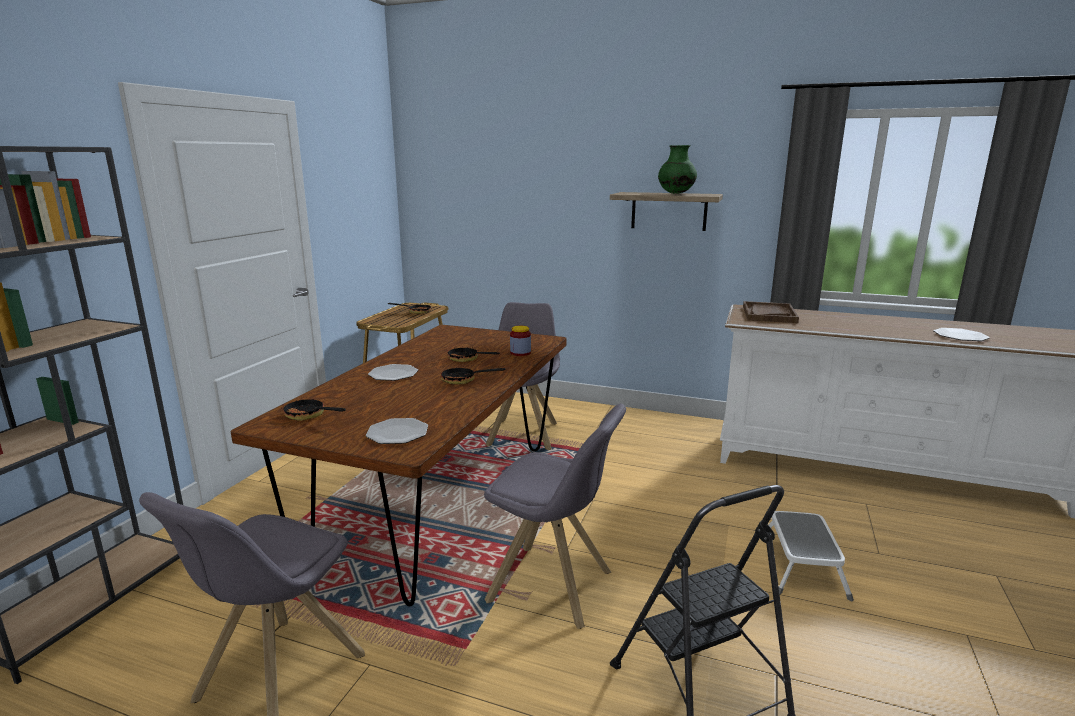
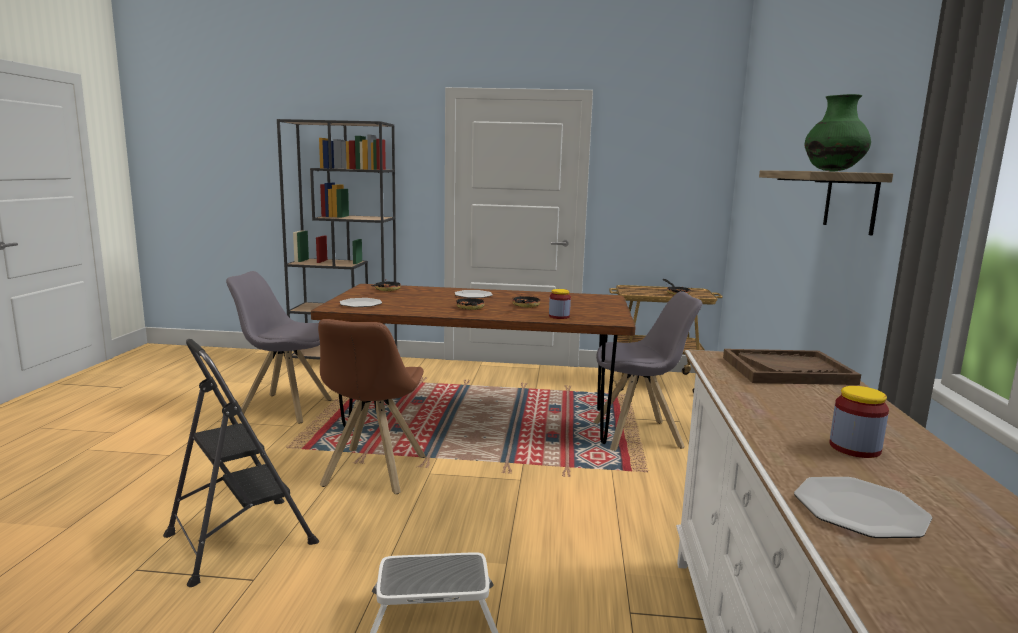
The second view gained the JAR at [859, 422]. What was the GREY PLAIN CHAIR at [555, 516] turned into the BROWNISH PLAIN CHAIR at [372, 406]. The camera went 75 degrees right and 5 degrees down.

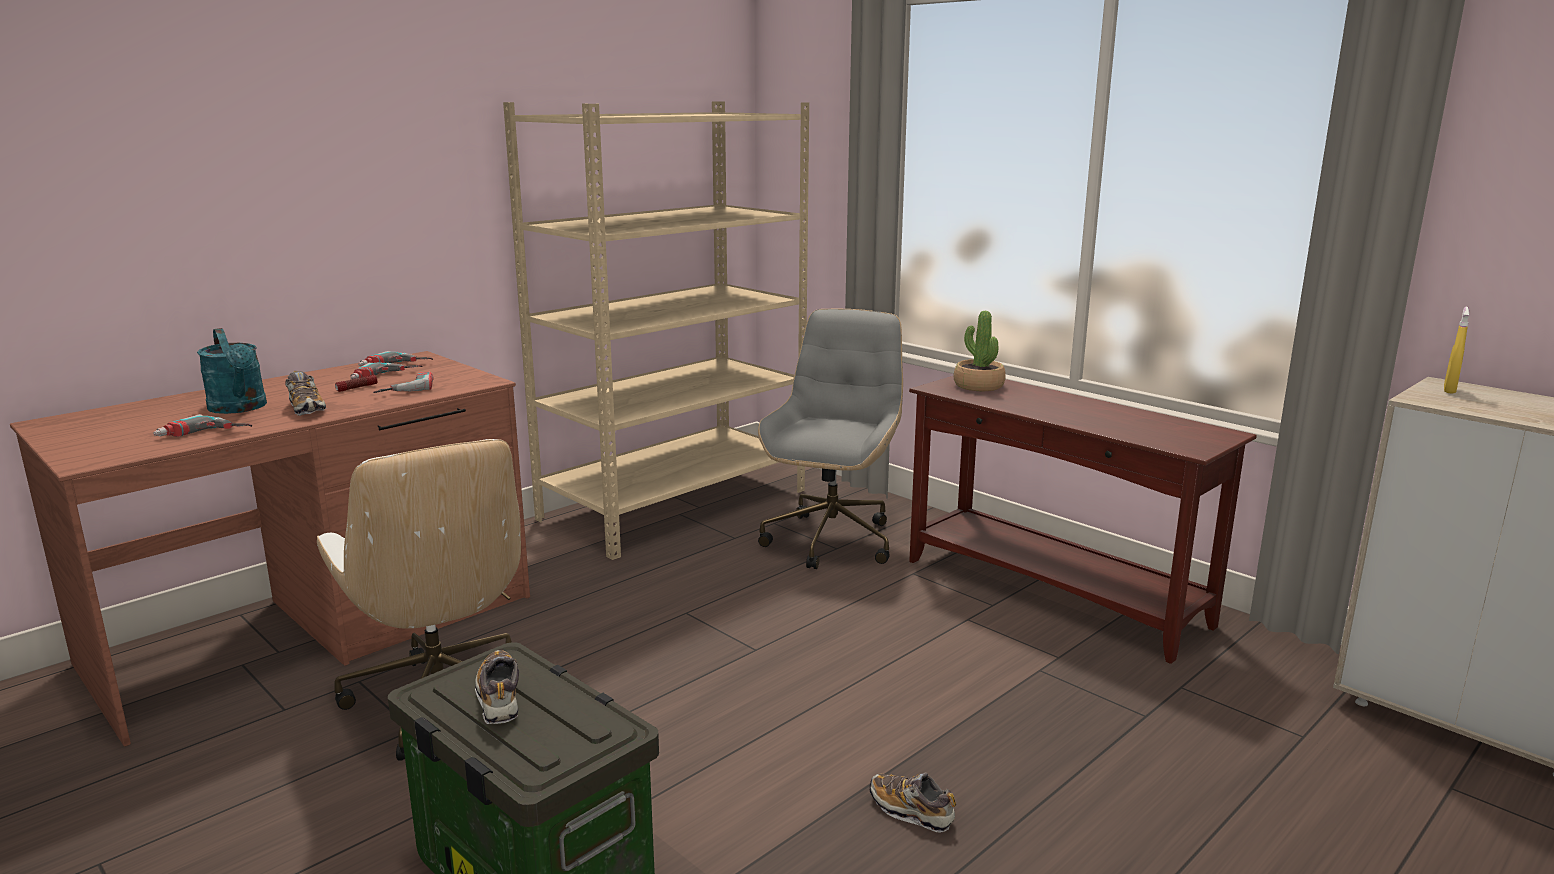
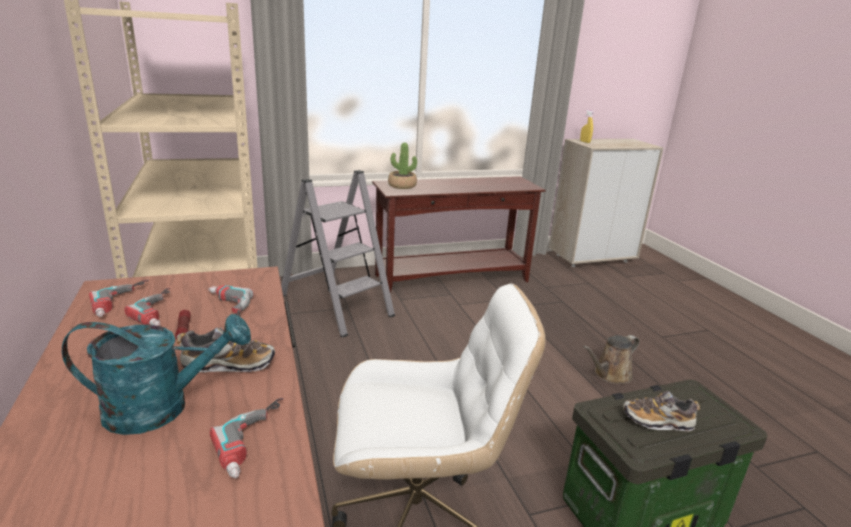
Where the GREY OFFICE CHAIR stood at [830, 439], the GREY STEPLADDER came to stand at [338, 254]. Where the ITEM OF FOOTWEAR stood at [913, 802], the BROWNISH WATERING POT came to stand at [611, 359]. The camera went 65 degrees left and 5 degrees up.

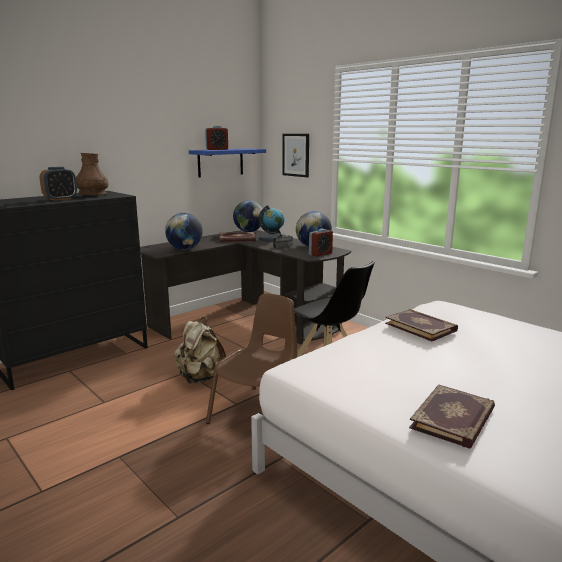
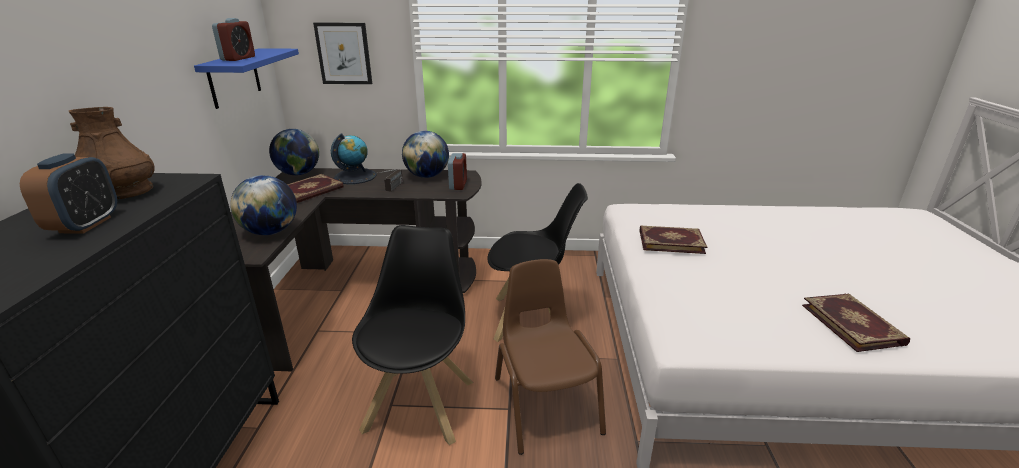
Where the BEIGE-COLOURED KNAPSACK stood at [200, 350], the BLACK PLAIN CHAIR came to stand at [412, 335]. The camera went 45 degrees left and 10 degrees up.

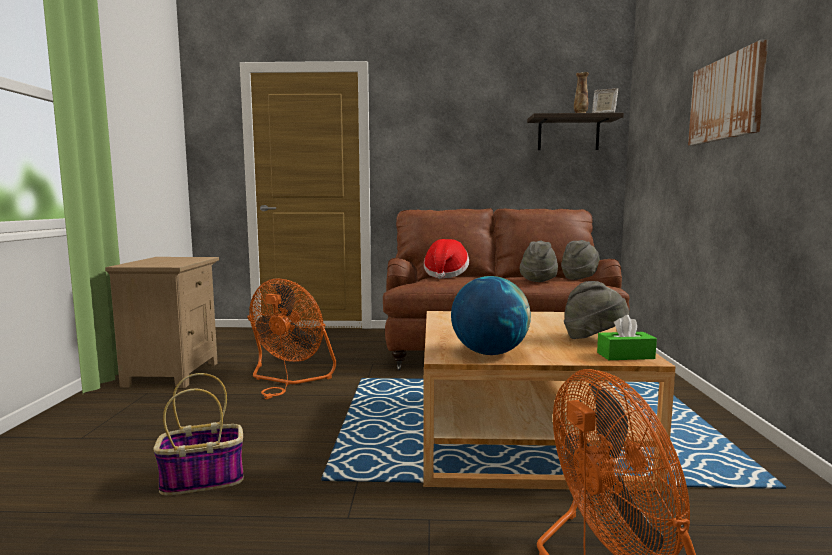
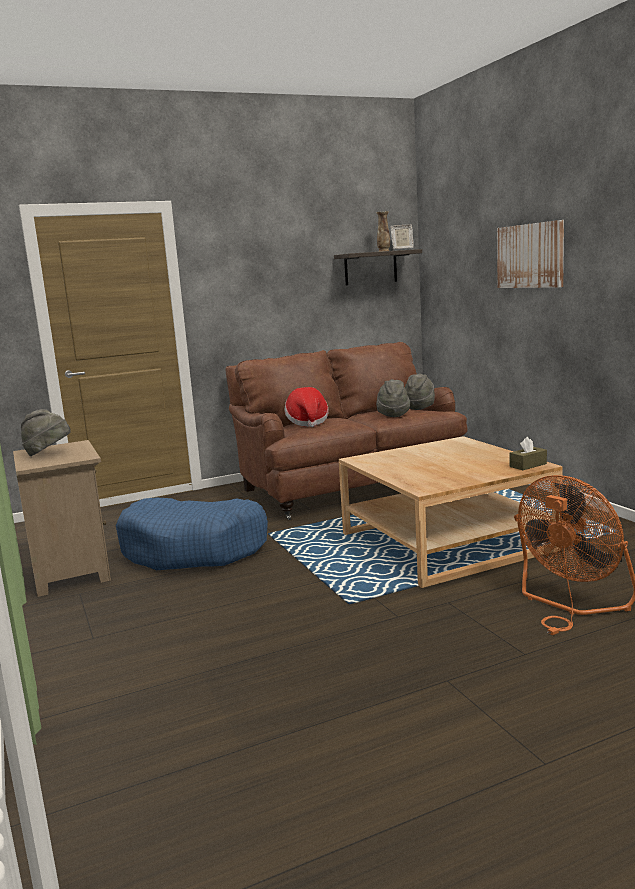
The second view lost the STORAGE BASKET at [198, 434]. The second view lost the GLOBE at [491, 315]. The GREY CLOTHING HAT ended up elsewhere, having gone from [596, 310] to [46, 432]. Where the ORANGE COOLING FAN stood at [291, 339], the BLUISH DOG BED came to stand at [192, 533]. What was the GREEN BOX OF TISSUES at [627, 337] turned into the BROWNISH BOX OF TISSUES at [528, 453]. The camera went 25 degrees left and 5 degrees up.

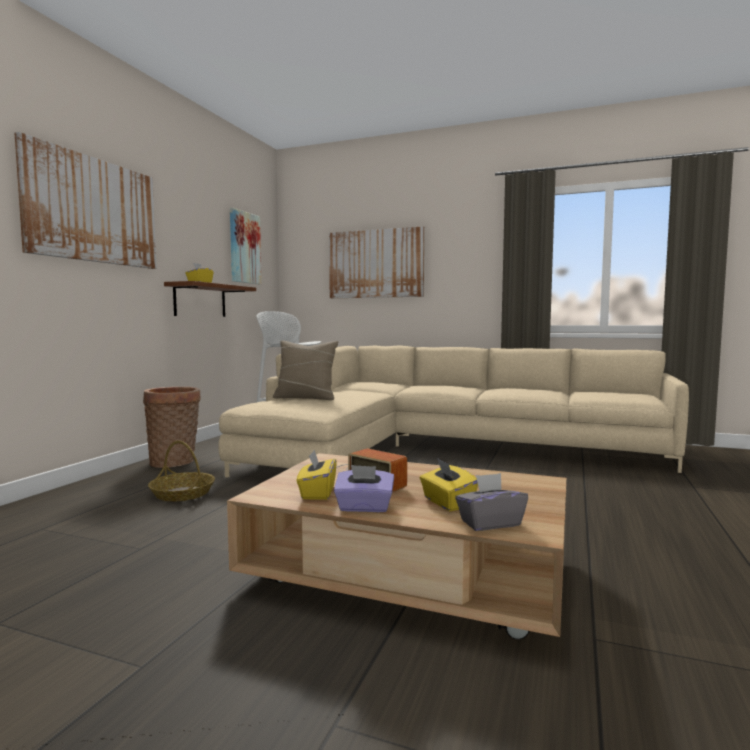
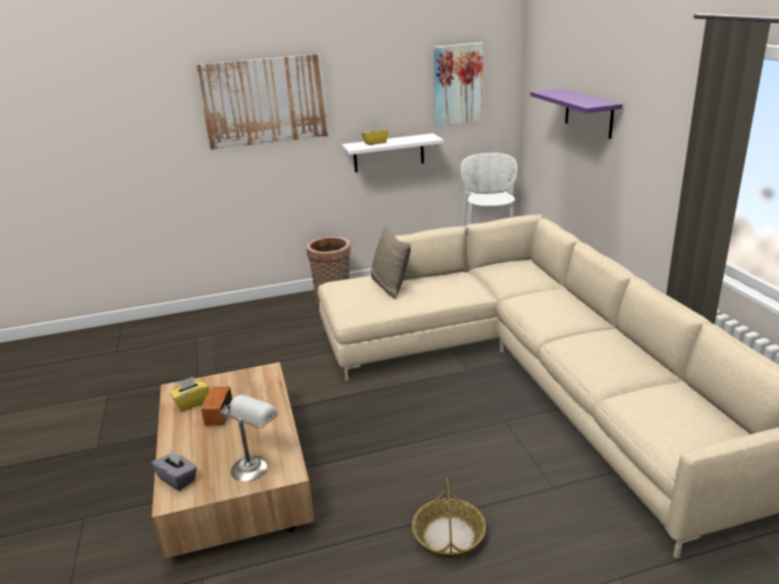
The second view lost the PURPLISH BOX OF TISSUES at [364, 488]. The second view lost the YELLOWISH BOX OF TISSUES at [449, 484]. The second view gained the WHITISH LAMP FOR A TABLE at [249, 438]. The STORAGE BASKET ended up elsewhere, having gone from [181, 471] to [449, 518]. Where the PICTURE hung at [376, 262], the PURPLISH WALL SHELF came to hang at [576, 113]. What was the BROWNISH WALL SHELF at [210, 299] turned into the WHITISH WALL SHELF at [393, 152]. The camera went 55 degrees right and 20 degrees up.

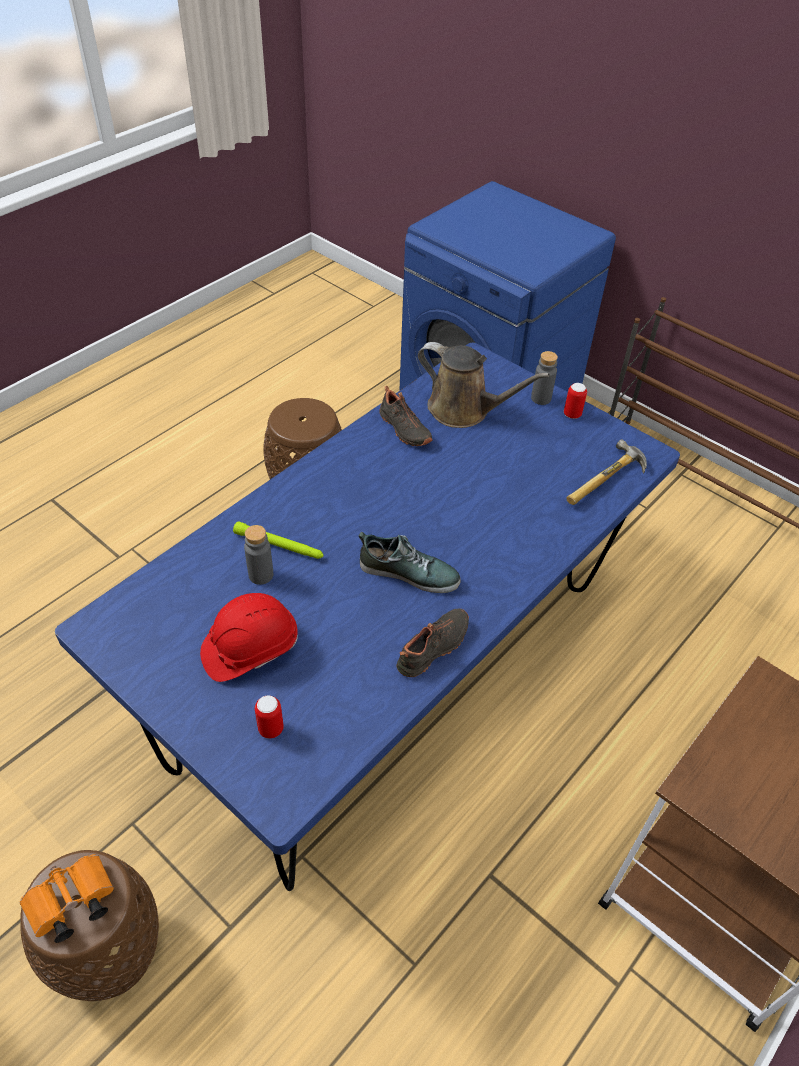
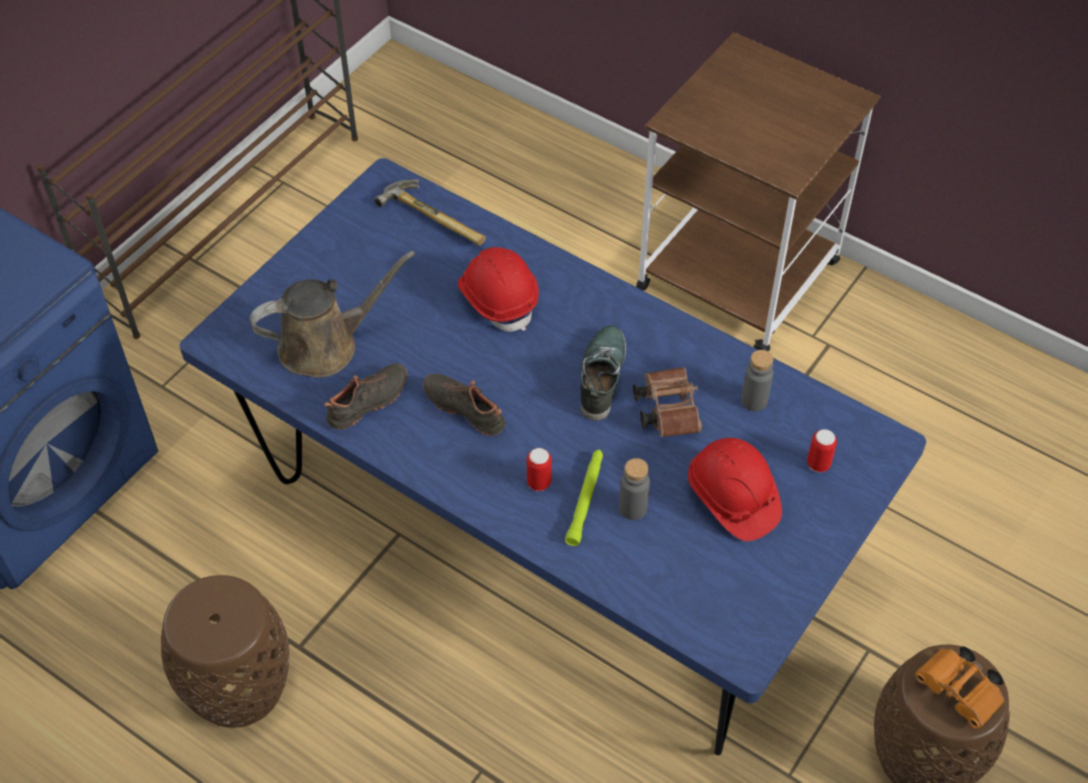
The second view gained the RED WORK HELMET at [498, 289]. The second view gained the BROWNISH PAIR OF BINOCULARS at [667, 402]. The BLACK ITEM OF FOOTWEAR ended up elsewhere, having gone from [432, 643] to [464, 405]. The GREY BOTTLE ended up elsewhere, having gone from [544, 378] to [757, 380]. The SEALED CAN ended up elsewhere, having gone from [575, 401] to [539, 469]. The BROWNISH WATERING POT at [484, 385] ended up facing another way, 45 degrees clockwise from before. The camera went 95 degrees left and 5 degrees up.

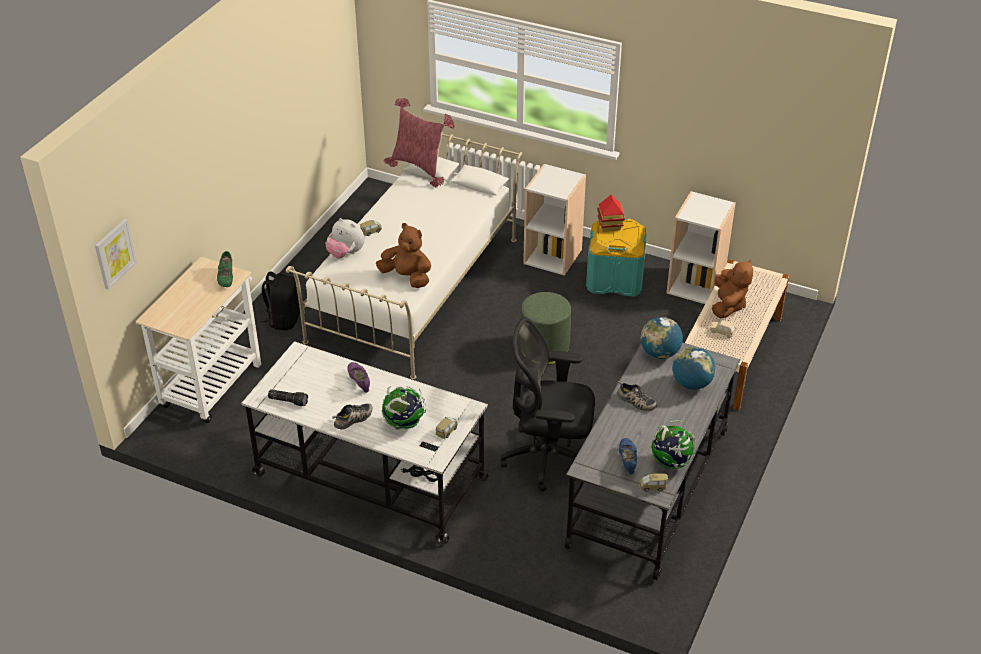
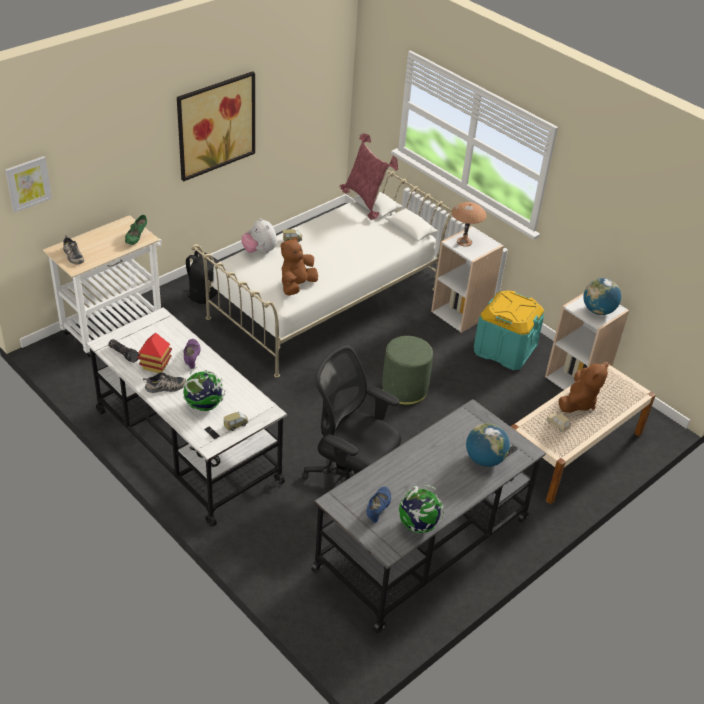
The second view lost the TOY CAR at [653, 482]. The second view gained the PICTURE at [216, 126]. The second view gained the BROWNISH LAMP FOR A TABLE at [469, 224]. The MODEL HOUSE ended up elsewhere, having gone from [611, 213] to [154, 352]. The ITEM OF FOOTWEAR ended up elsewhere, having gone from [637, 396] to [73, 250]. The GLOBE ended up elsewhere, having gone from [662, 338] to [602, 296]. The BROWNISH CUDDLY TOY at [403, 255] ended up facing another way, 105 degrees counterclockwise from before. The camera went 20 degrees right and 0 degrees up.

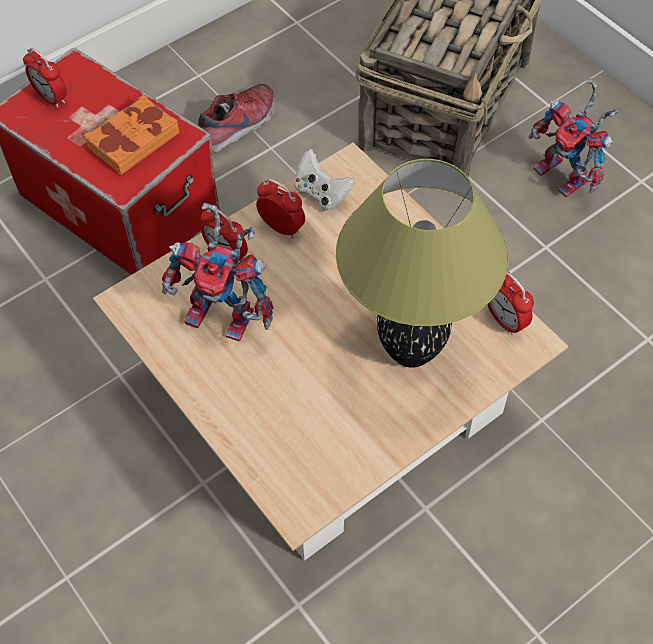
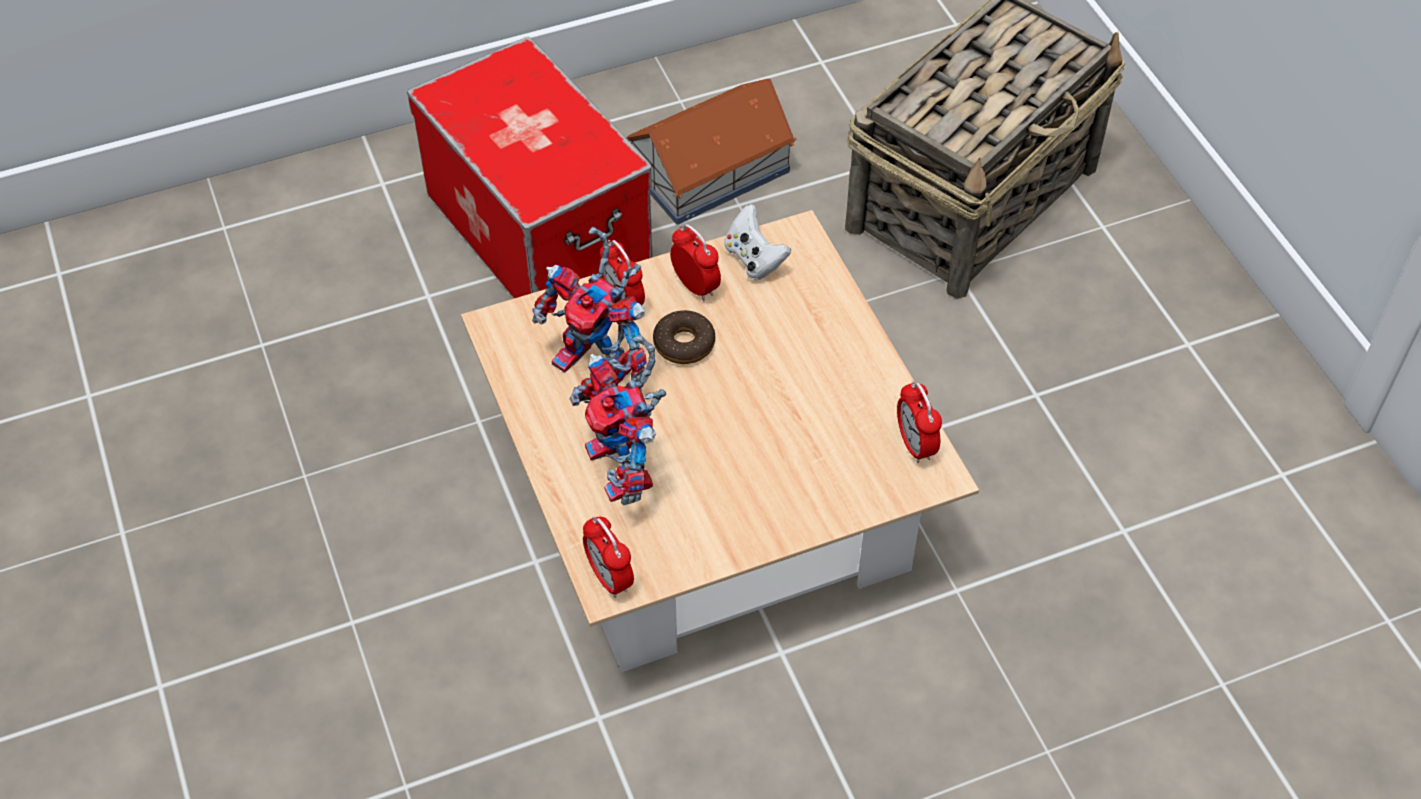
The second view lost the ORANGE VOLUME at [131, 135]. The second view lost the LAMP FOR A TABLE at [422, 263]. The second view gained the DOUGHNUT at [684, 337]. The TABLE CLOCK ended up elsewhere, having gone from [45, 78] to [608, 557]. The TOY ROBOT ended up elsewhere, having gone from [573, 137] to [618, 420]. Where the ITEM OF FOOTWEAR stood at [236, 118], the MODEL HOUSE came to stand at [711, 152]. The camera went 15 degrees right and 5 degrees down.

